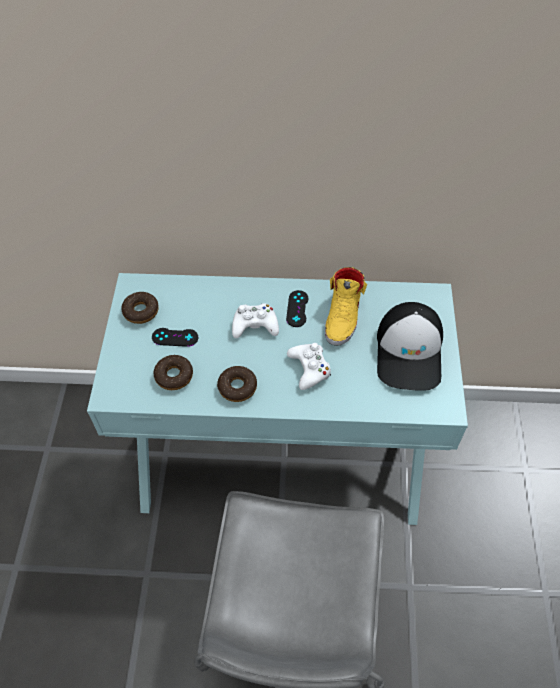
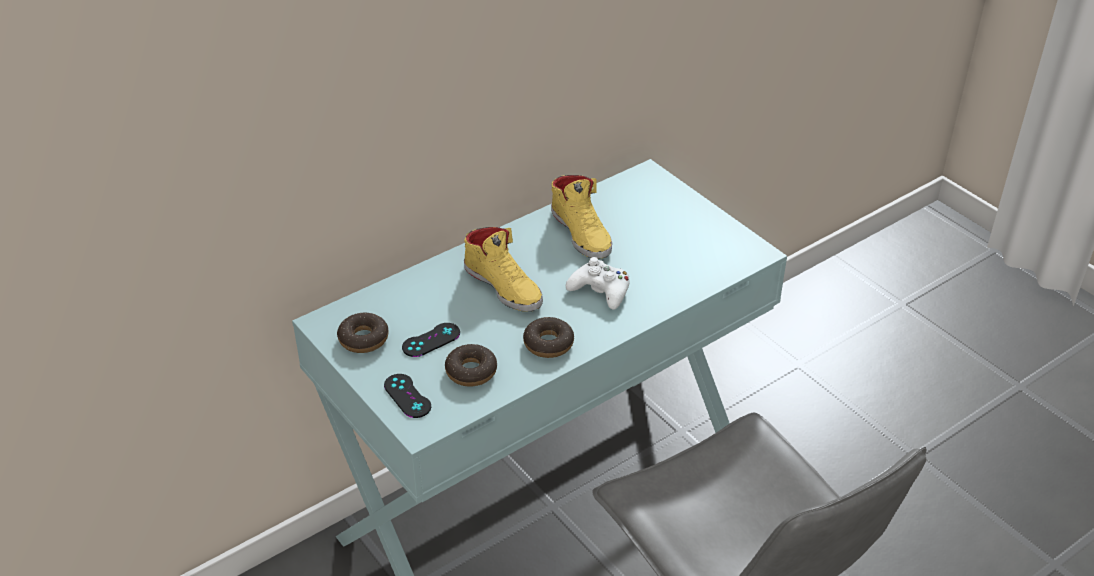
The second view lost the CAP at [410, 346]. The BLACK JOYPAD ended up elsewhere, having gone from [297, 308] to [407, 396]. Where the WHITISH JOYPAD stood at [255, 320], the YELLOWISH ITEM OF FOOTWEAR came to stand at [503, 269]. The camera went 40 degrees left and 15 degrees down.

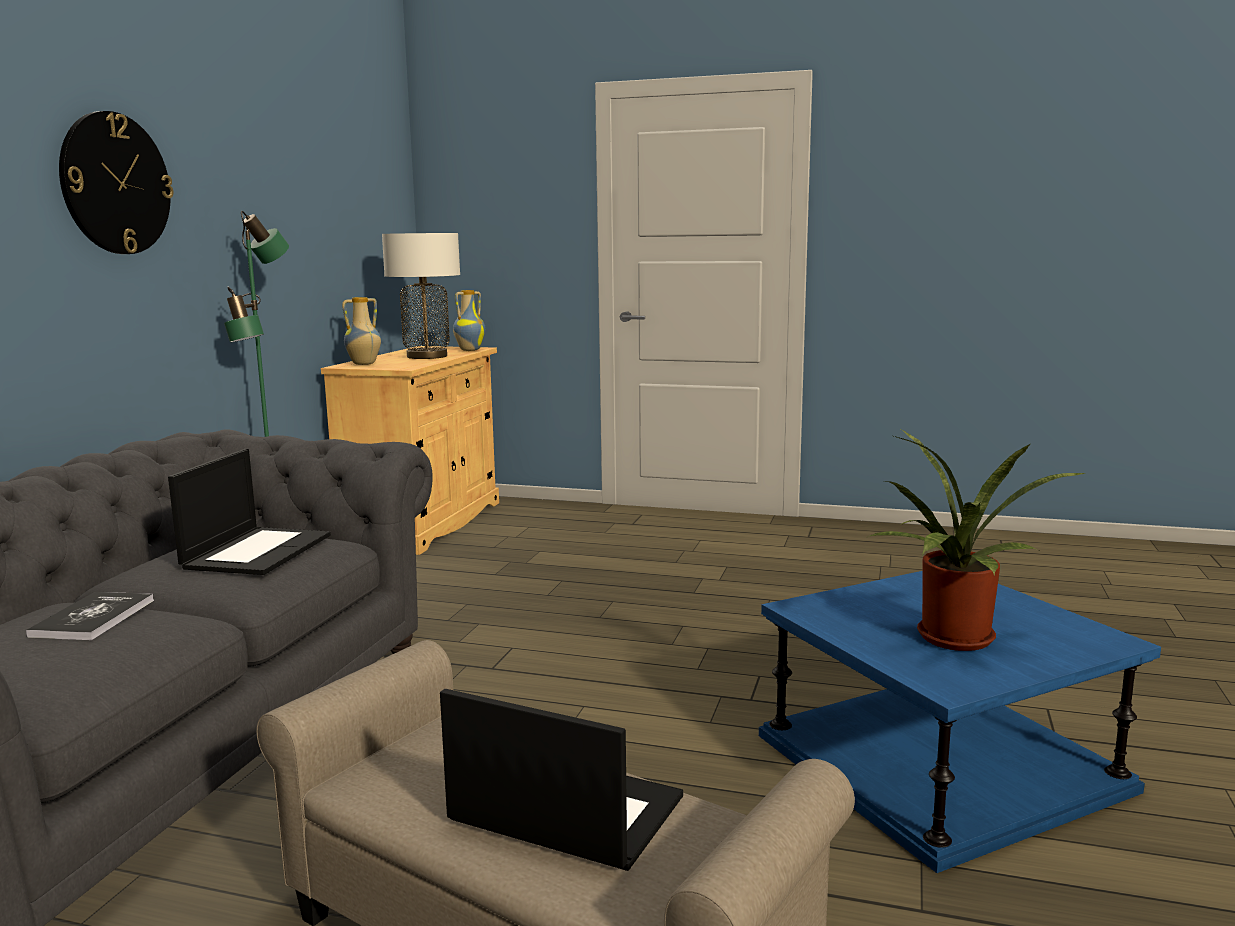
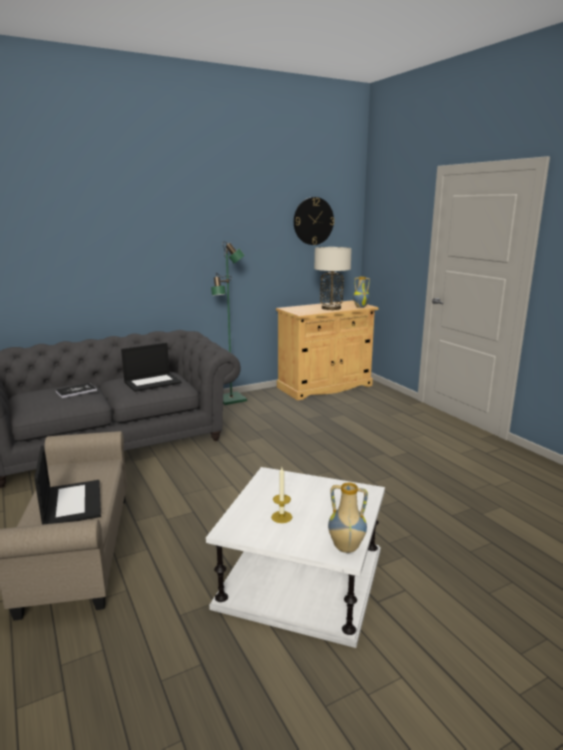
The HANGING CLOCK ended up elsewhere, having gone from [116, 182] to [314, 221]. The VASE ended up elsewhere, having gone from [361, 331] to [348, 517]. Where the PLANT IN A POT stood at [979, 540], the CANDLE came to stand at [281, 495]. What was the BLUISH SIDE TABLE at [960, 722] turned into the WHITISH SIDE TABLE at [295, 557]. The camera went 45 degrees right and 5 degrees up.

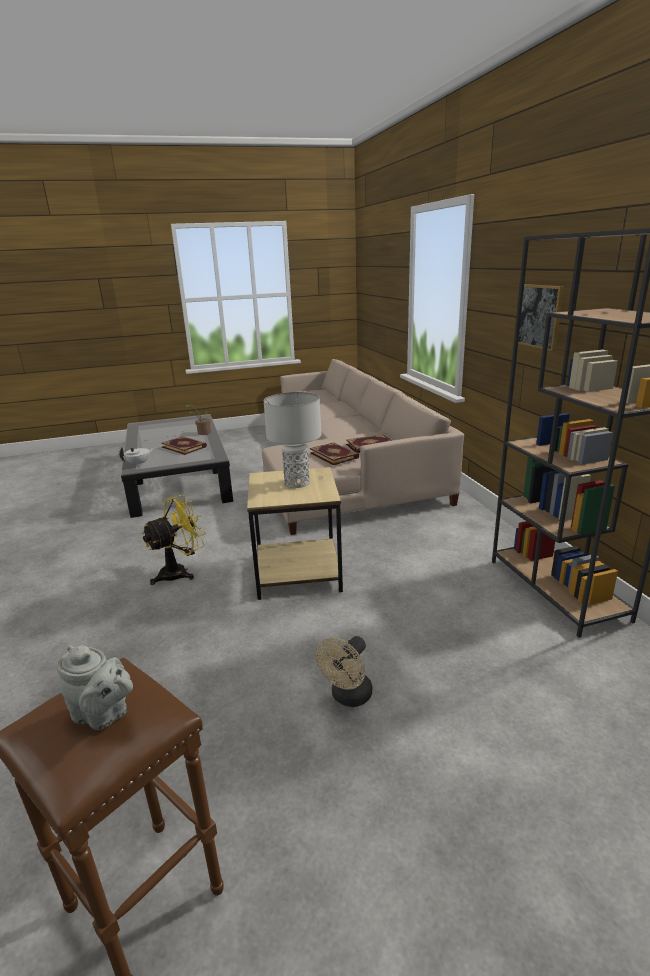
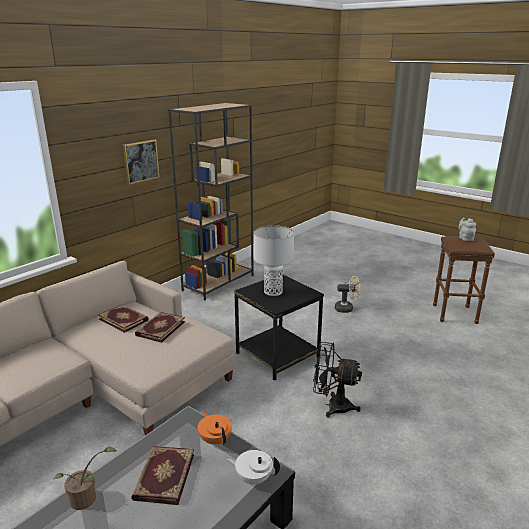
The second view gained the ORANGE POT FOR TEA at [215, 427]. What was the YELLOWISH COOLING FAN at [173, 539] turned into the BLACK COOLING FAN at [337, 380]. What was the BEIGE-COLOURED SIDE TABLE at [295, 533] turned into the BLACK SIDE TABLE at [279, 328]. The camera went 125 degrees left and 0 degrees up.

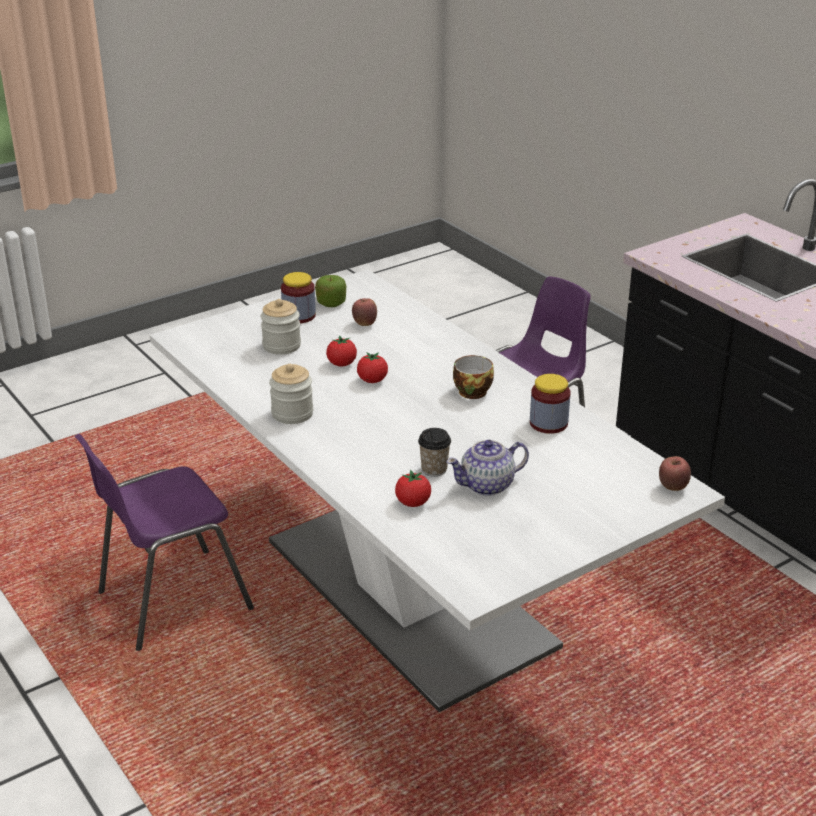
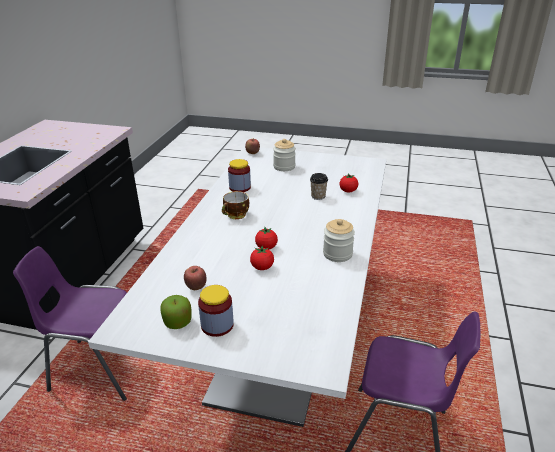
The second view lost the POT FOR TEA at [488, 468]. The JAR ended up elsewhere, having gone from [281, 327] to [284, 155]. The camera went 130 degrees left and 0 degrees up.

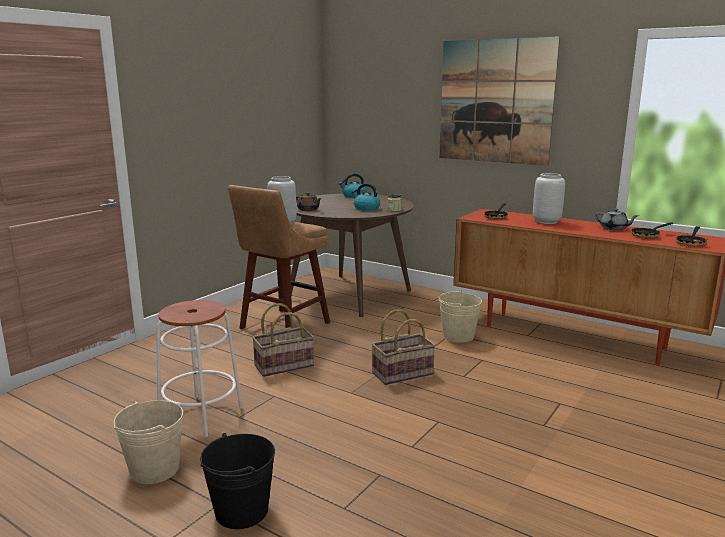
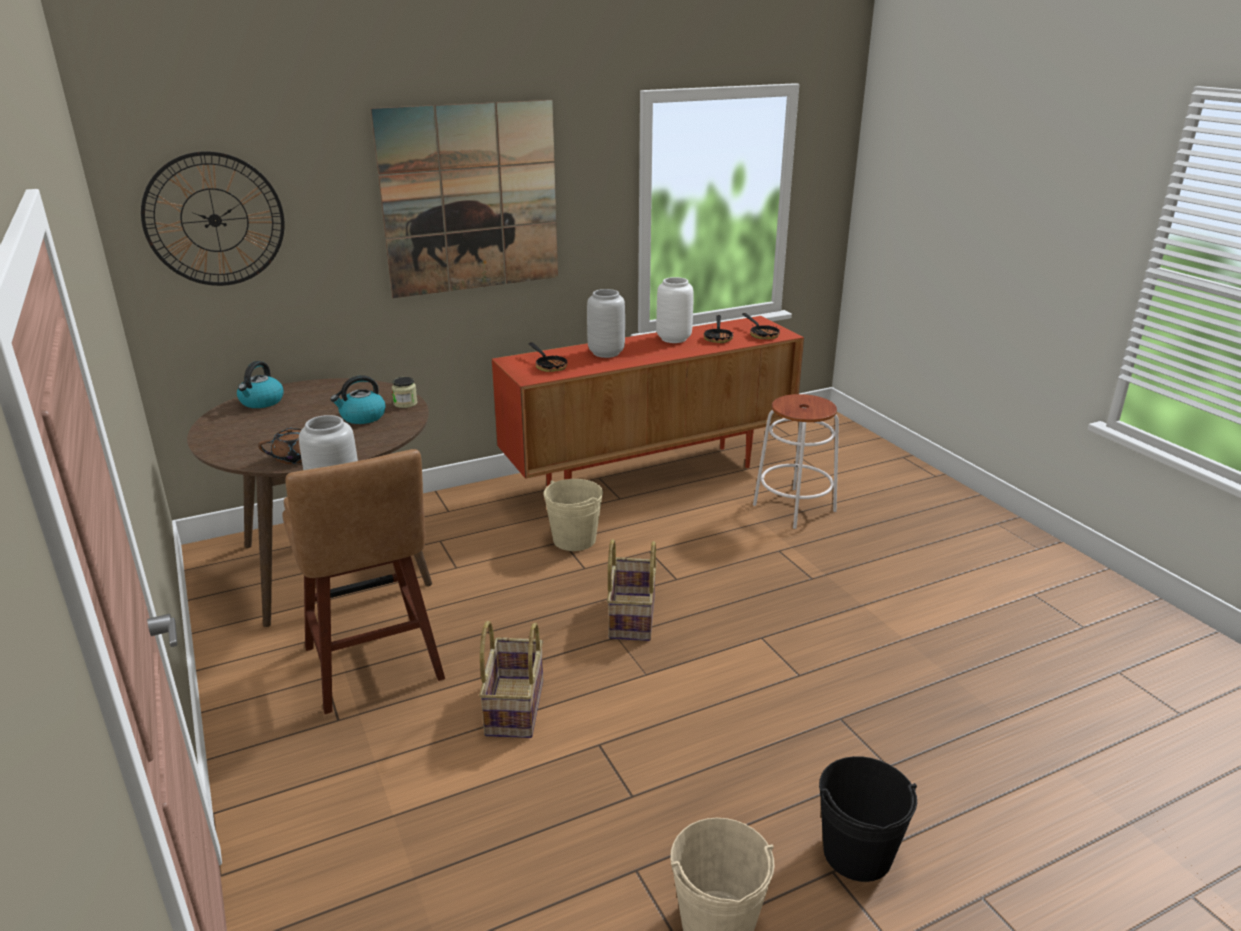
The second view gained the HANGING CLOCK at [212, 218]. The WHITISH STOOL ended up elsewhere, having gone from [199, 368] to [796, 461]. Where the GREY POT FOR TEA stood at [617, 219], the WHITISH VASE came to stand at [675, 310]. The camera went 60 degrees left and 10 degrees up.

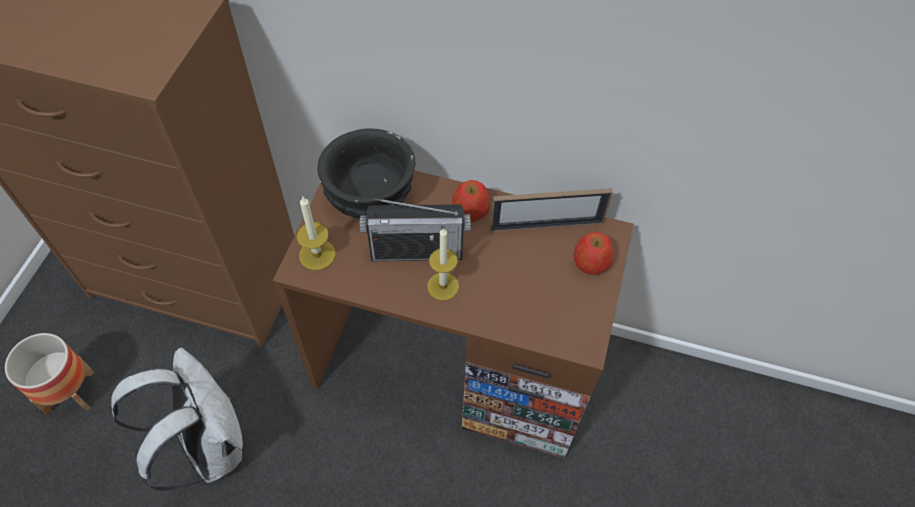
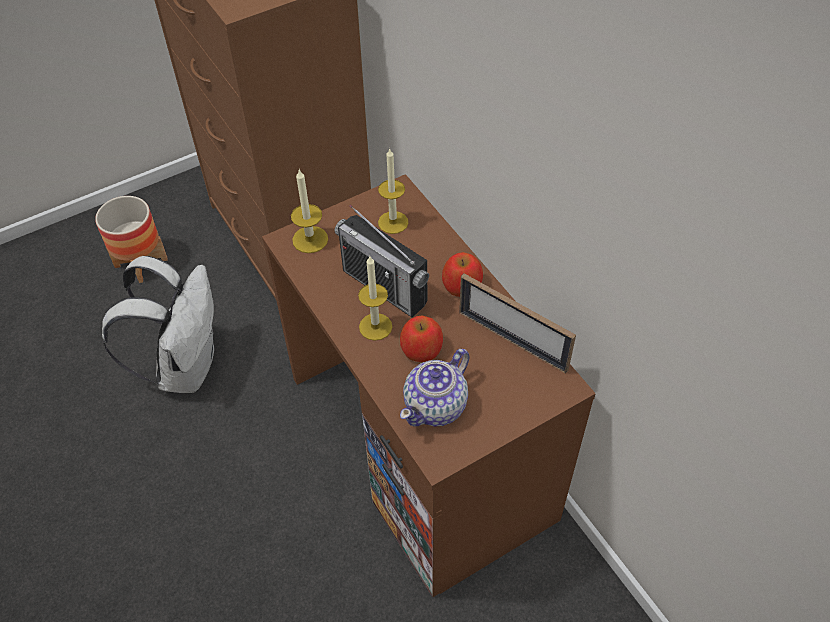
The second view gained the POT FOR TEA at [434, 387]. The WHOLE APPLE ended up elsewhere, having gone from [593, 253] to [421, 338]. Where the BLACK SERVING BOWL stood at [367, 173], the CANDLE came to stand at [393, 191]. The camera went 45 degrees right and 5 degrees down.

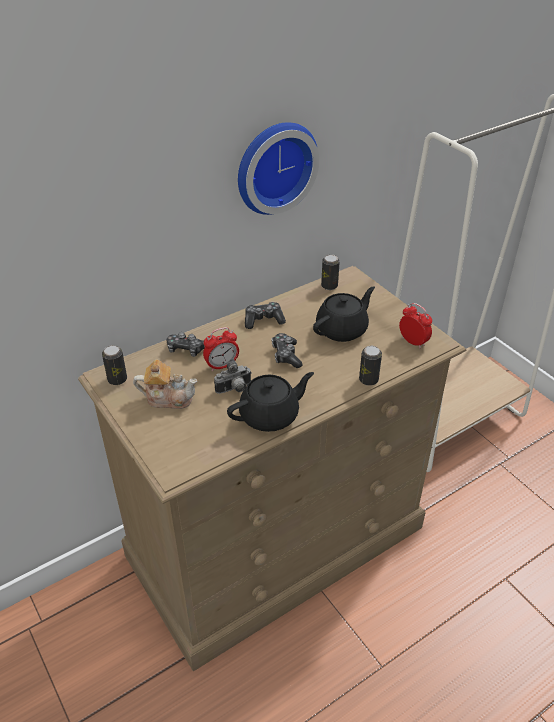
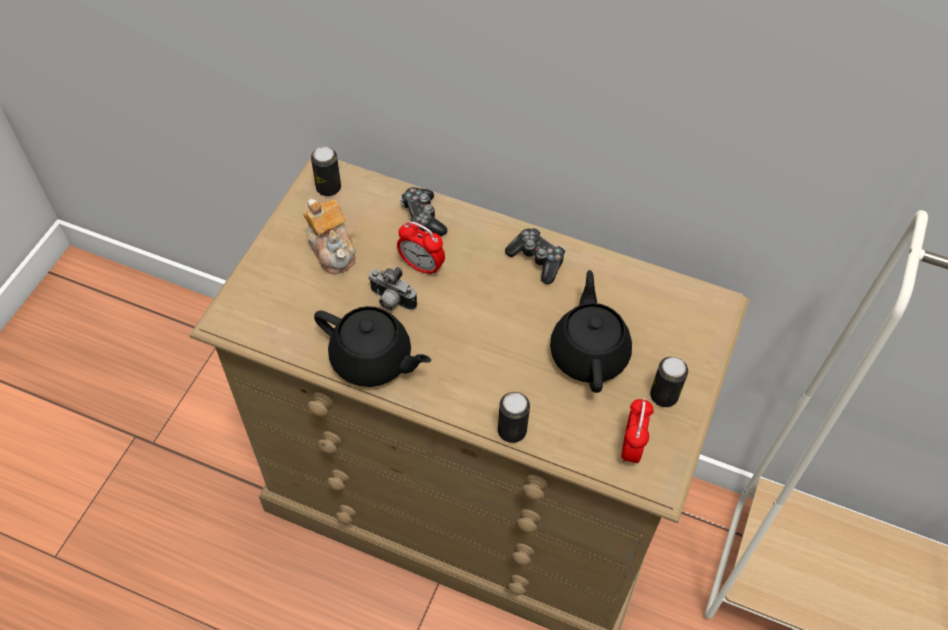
The second view lost the HANGING CLOCK at [278, 168]. The second view lost the JOYPAD at [287, 350]. The SEALED CAN ended up elsewhere, having gone from [330, 272] to [669, 382]. The BLACK POT FOR TEA at [344, 314] ended up facing another way, 105 degrees counterclockwise from before. The camera went 55 degrees right and 15 degrees up.

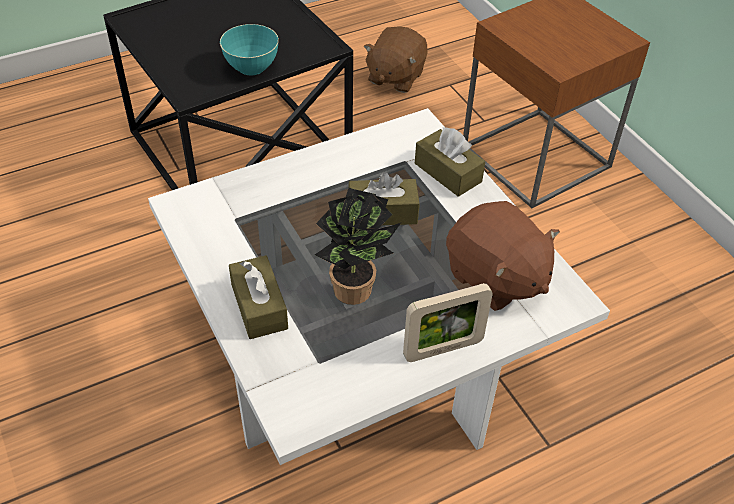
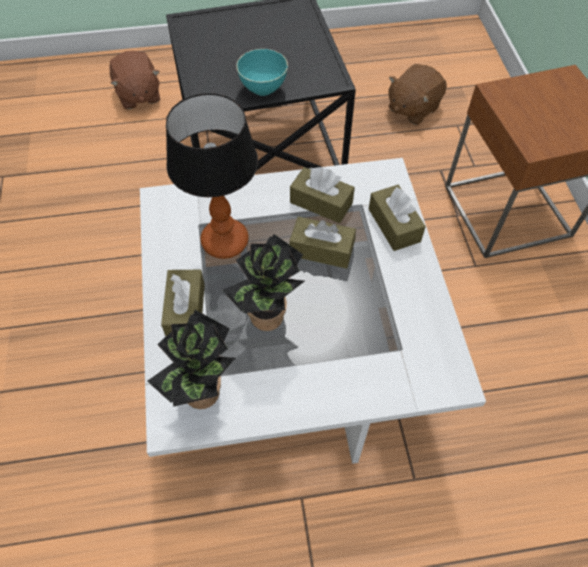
The second view lost the PICTURE FRAME at [448, 322]. The second view gained the PLANT IN A POT at [191, 359]. The second view gained the LAMP FOR A TABLE at [212, 176]. The second view gained the BROWNISH BOX OF TISSUES at [322, 195]. The BROWNISH CUDDLY TOY ended up elsewhere, having gone from [503, 256] to [135, 80]. The camera went 20 degrees right and 10 degrees up.

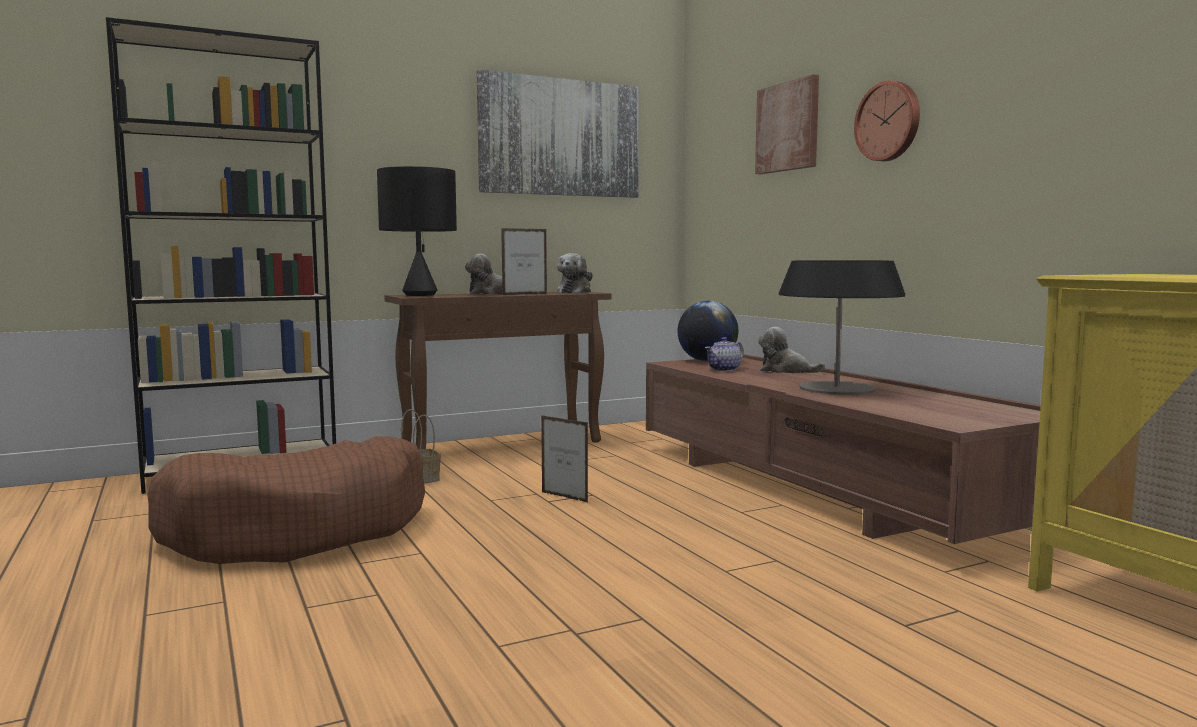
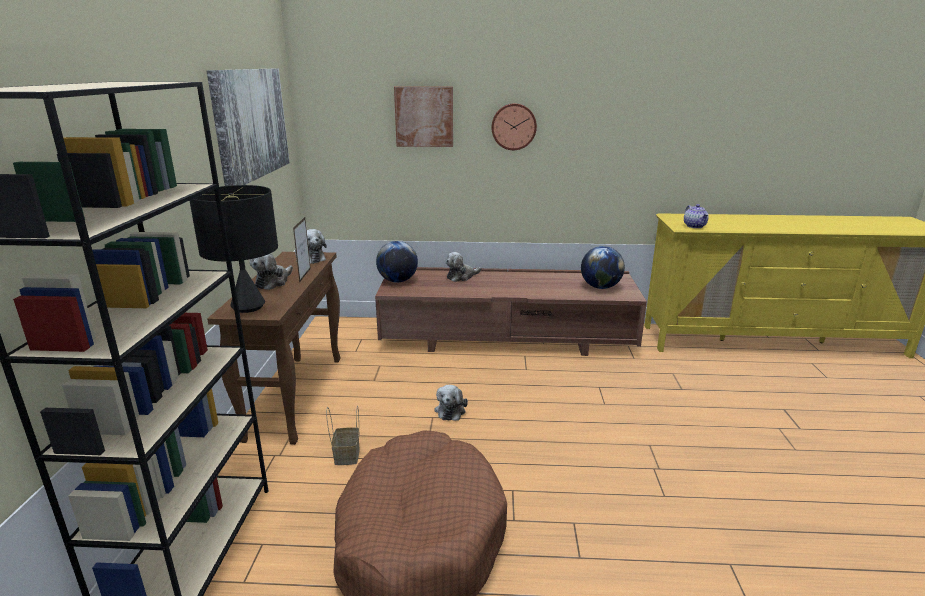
The second view lost the LAMP FOR A TABLE at [842, 327]. The second view gained the GLOBE at [603, 267]. The POT FOR TEA ended up elsewhere, having gone from [724, 354] to [696, 216]. Where the PICTURE FRAME stood at [564, 459], the CUDDLY TOY came to stand at [451, 403]. The camera went 60 degrees left and 15 degrees up.

